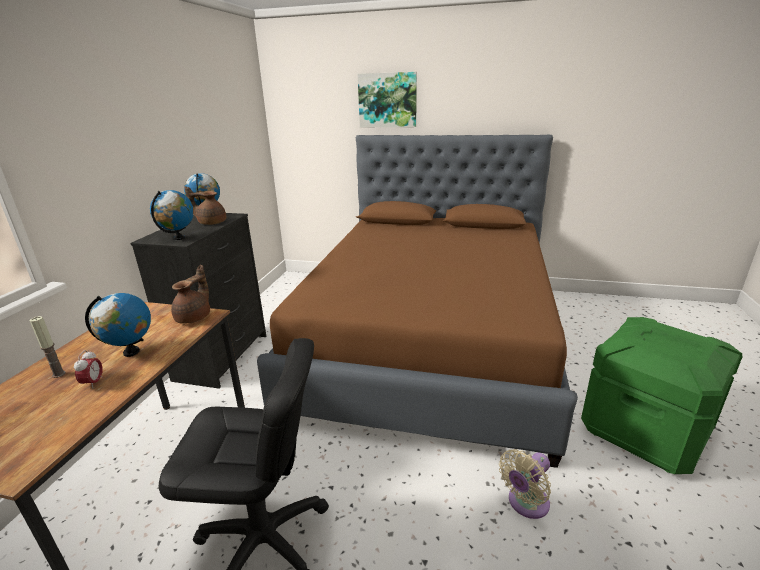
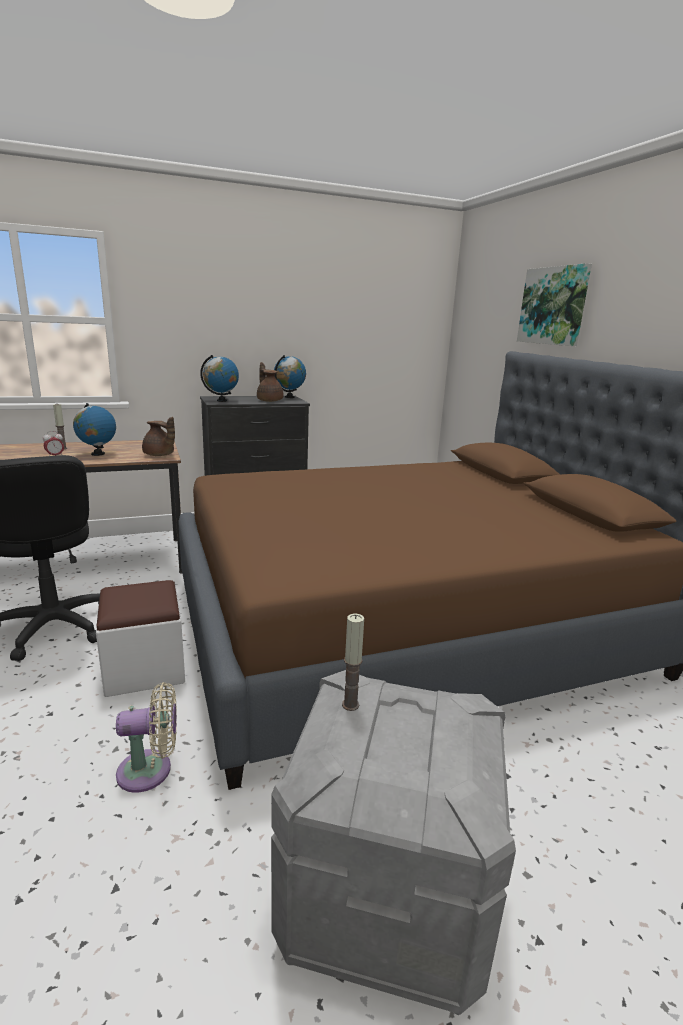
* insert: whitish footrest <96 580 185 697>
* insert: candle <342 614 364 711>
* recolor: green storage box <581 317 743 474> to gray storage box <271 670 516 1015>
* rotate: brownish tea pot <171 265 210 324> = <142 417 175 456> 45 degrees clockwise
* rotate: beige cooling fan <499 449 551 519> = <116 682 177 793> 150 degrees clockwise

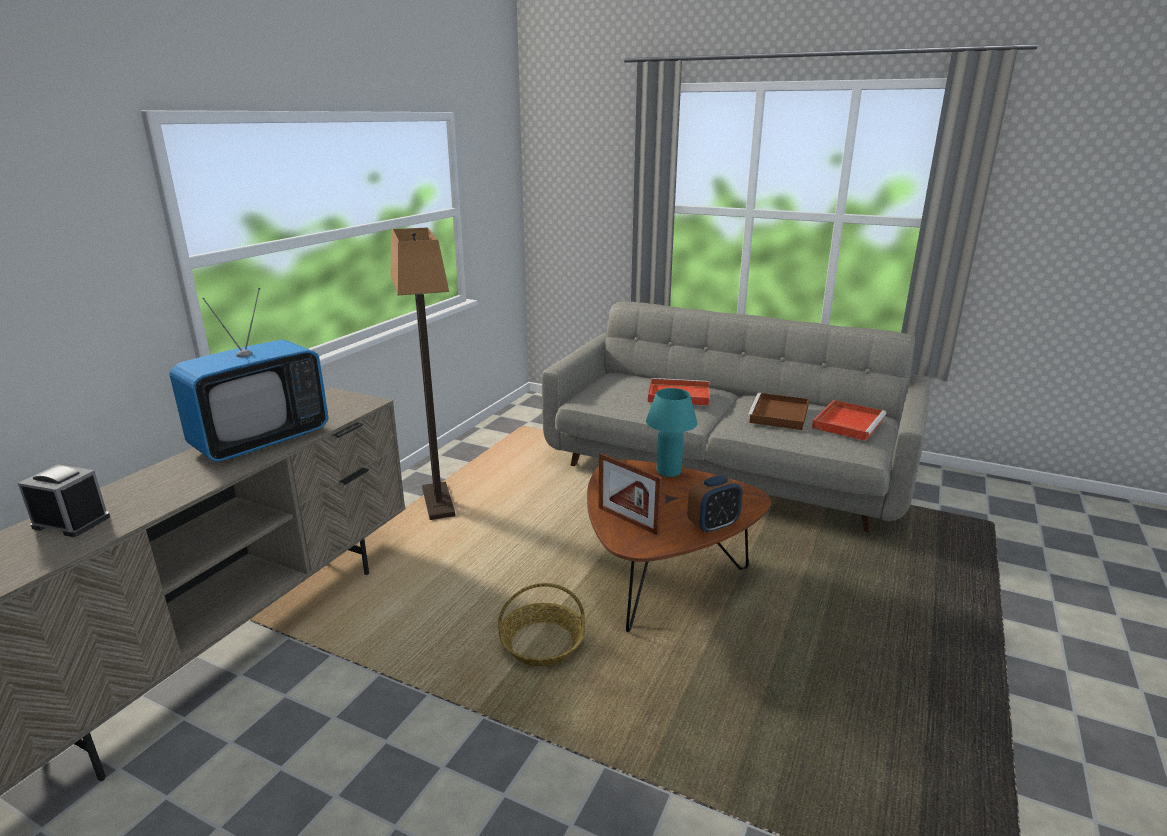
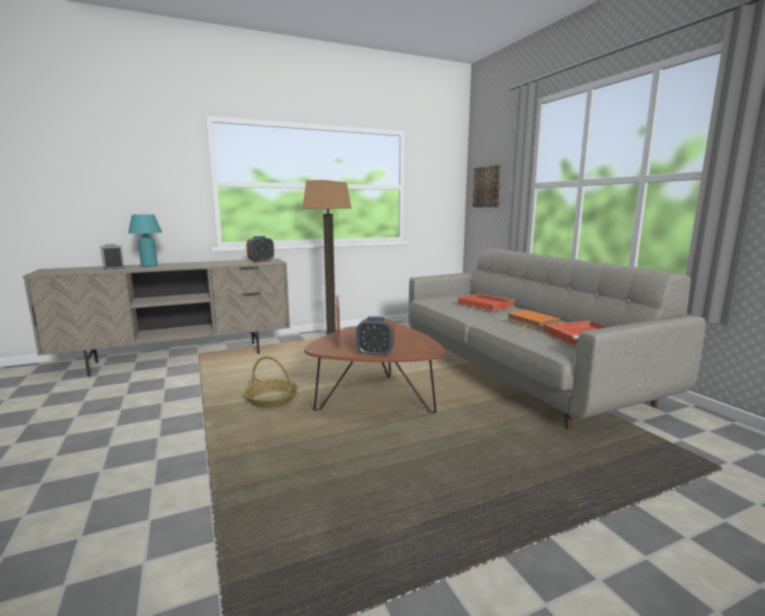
* delete: television <170 288 329 462>
* insert: alarm clock <246 236 274 263>
* insert: wall picture <472 165 502 207>
* move: turquoise-coloured table lamp <646 388 697 477> to <128 214 162 267>
* replace: brownish tray <747 393 809 430> to orange-coloured volume <507 310 560 329>

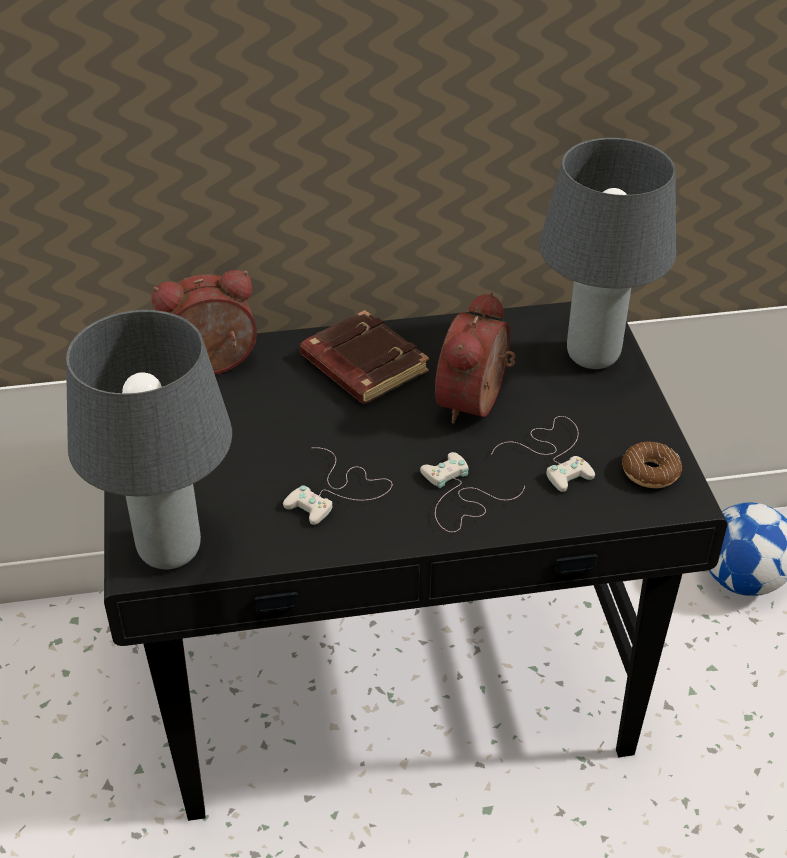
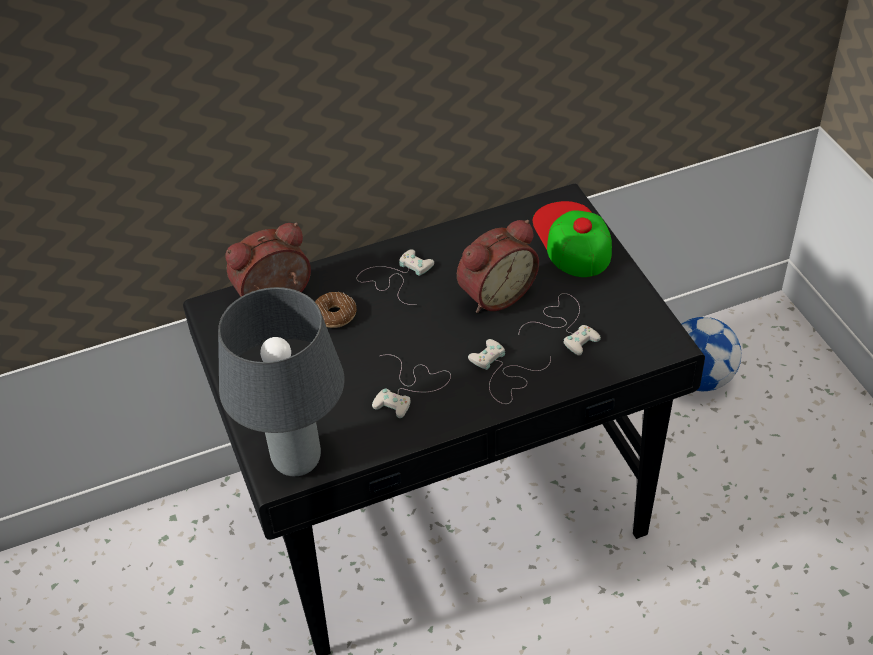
* move: doughnut <622 441 682 488> to <315 292 357 328>
* replace: brownish volume <300 310 429 404> to whitish joypad <357 249 434 305>
* replace: gray table lamp <539 138 676 369> to peaked cap <533 201 612 277>
* rotate: alarm clock <435 291 515 424> = <457 220 539 313> 135 degrees counterclockwise

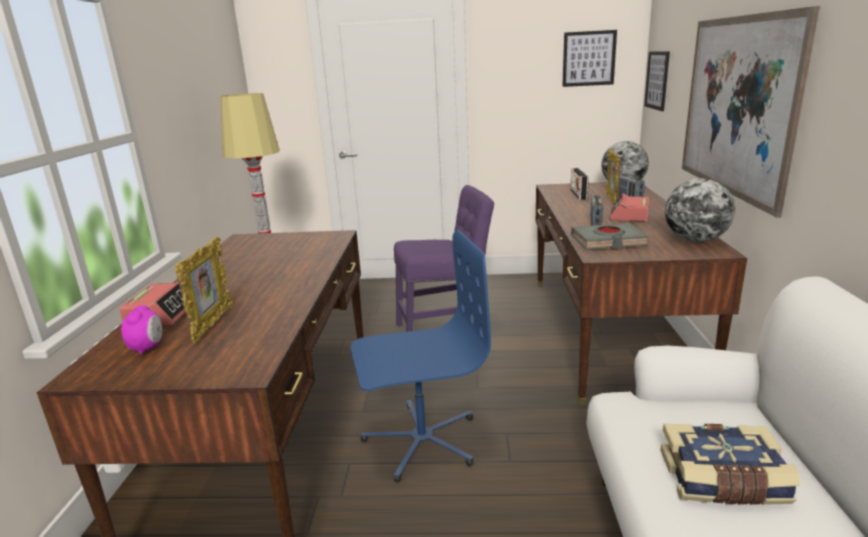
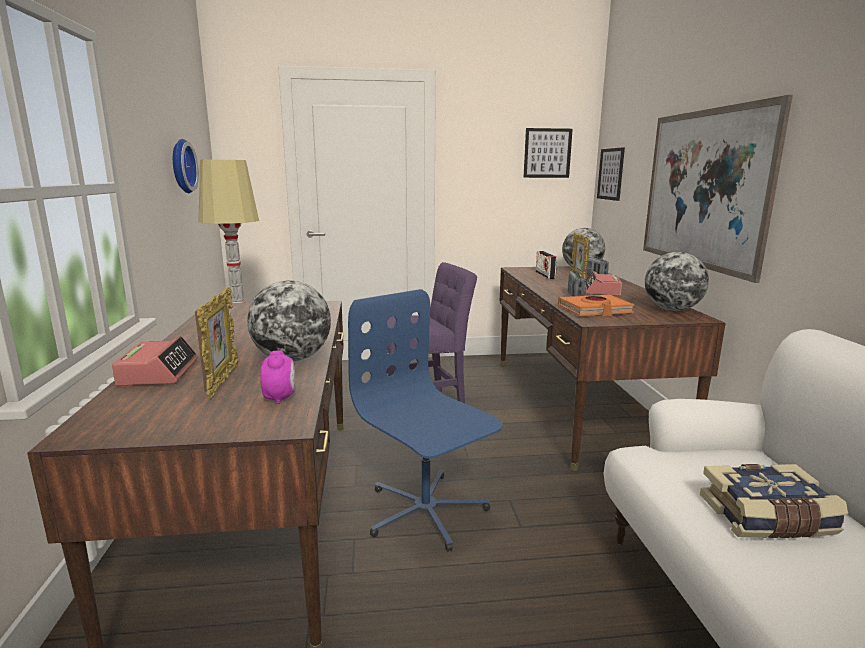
* insert: hanging clock <173 139 199 193>
* insert: globe <247 280 331 361>
* move: alarm clock <121 305 162 355> to <260 350 296 404>
* recolor: gray volume <571 223 649 250> to orange-coloured volume <558 295 634 316>
* rotate: blue computer chair <350 230 491 483> = <348 289 502 552> 105 degrees counterclockwise

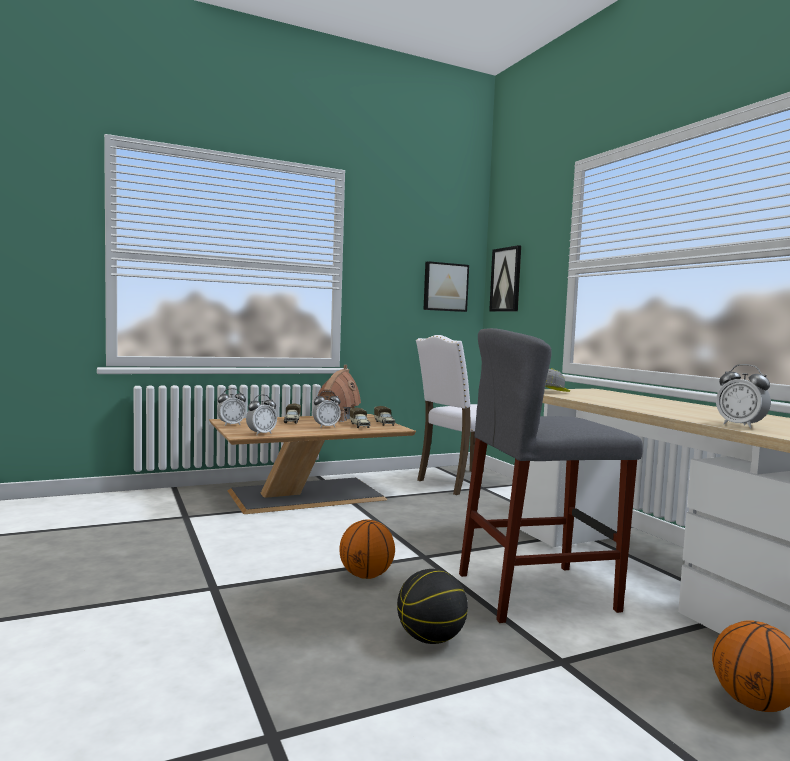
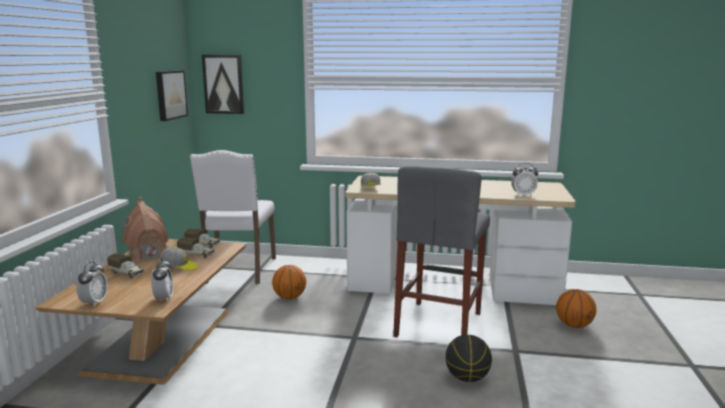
* move: ball for basketball <339 519 395 579> to <272 265 306 300>
* replace: alarm clock <313 391 341 428> to peaked cap <159 247 198 270>

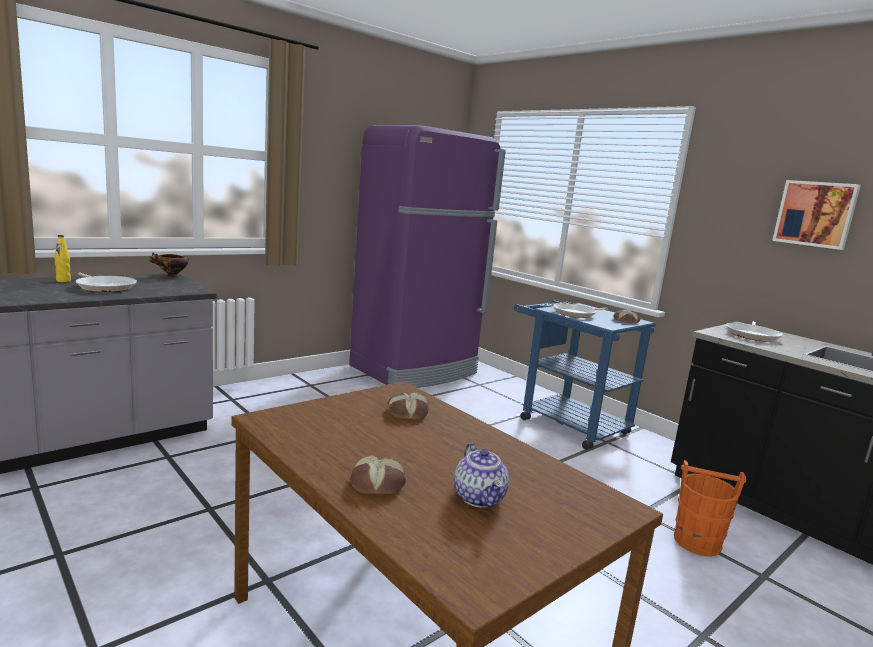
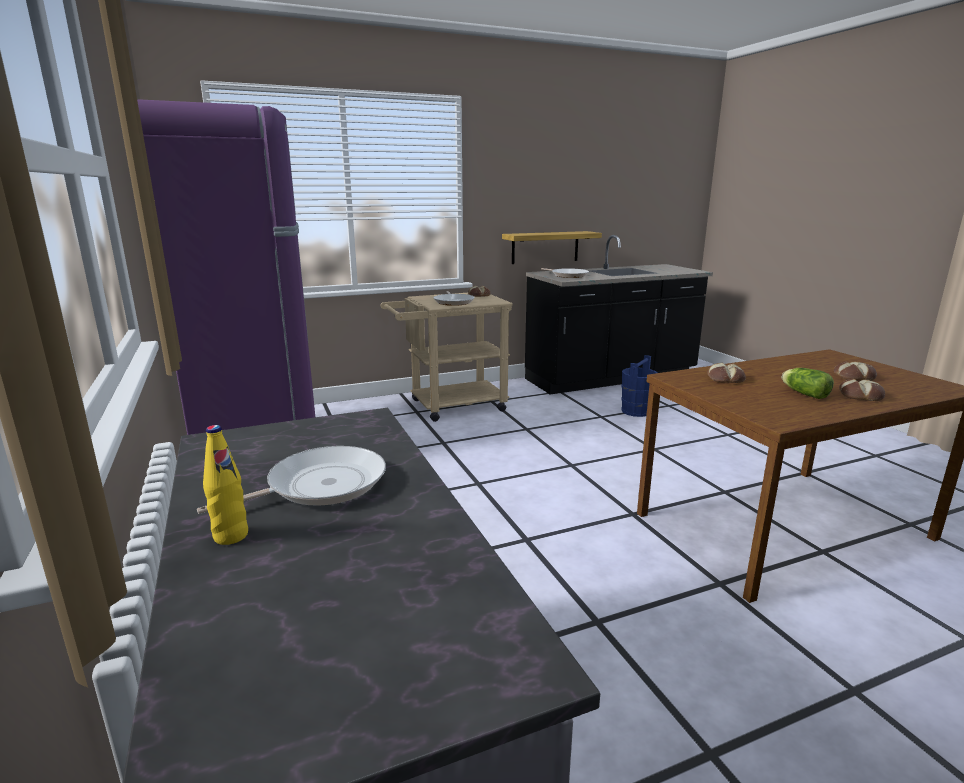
* delete: serving bowl <150 253 189 277>
* delete: wall picture <772 180 861 250>
* insert: wall shelf <502 231 602 264>
* insert: head of lettuce <782 368 834 399>
* replace: tea pot <454 443 509 507> to bread <834 362 877 380>
* recolor: blue cart <514 301 656 450> to beige cart <380 293 513 422>
* recolor: orange-coloured water bucket <674 460 746 557> to blue water bucket <621 355 657 417>

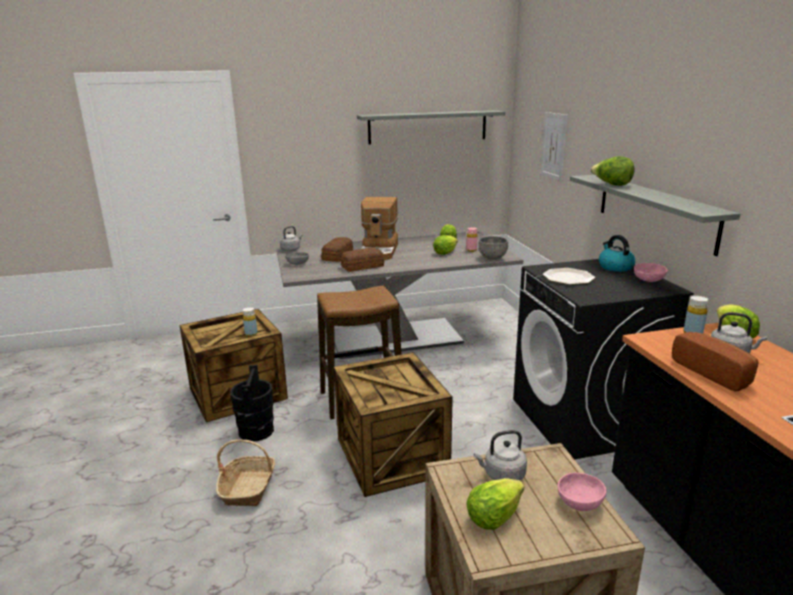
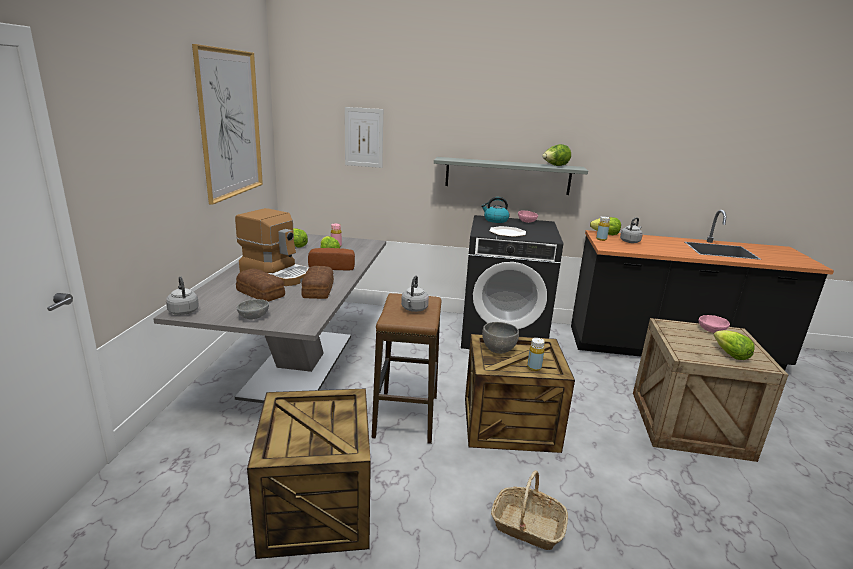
* delete: black-coloured water bucket <230 365 274 442>
* move: yellow drink bottle <243 307 258 336> to <527 338 545 371>
* move: gray tea kettle <474 430 527 480> to <401 276 429 312>
* move: gray serving bowl <478 236 508 260> to <482 322 519 354>
* move: head of lettuce <591 156 634 186> to <542 144 571 166>
* move: bread <672 332 759 392> to <308 248 355 271>
* replace: gray wall shelf <357 110 505 144> to wall picture <192 44 263 205>

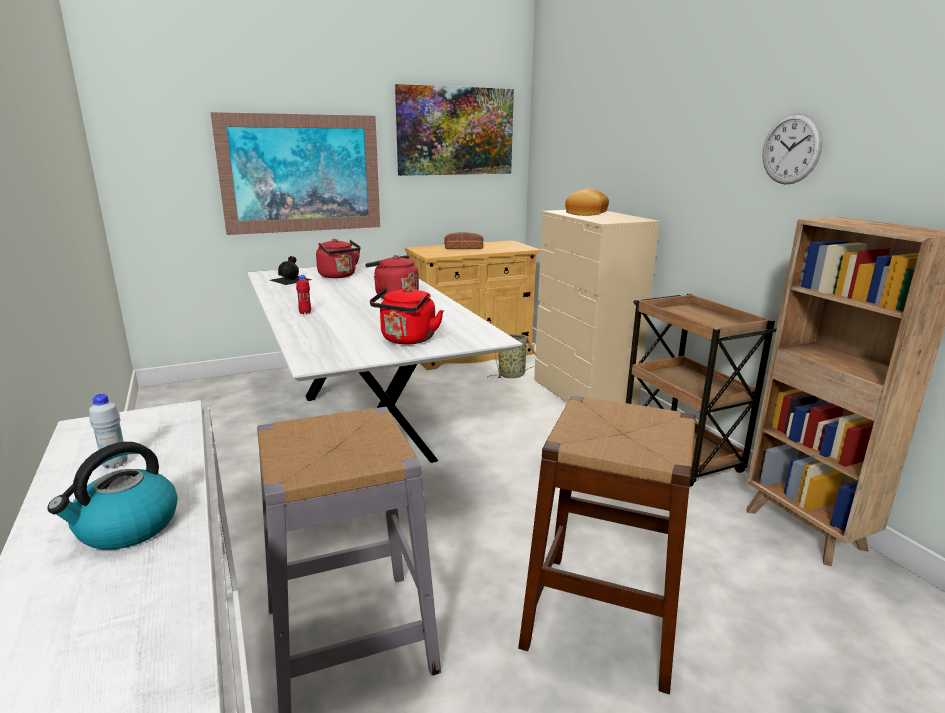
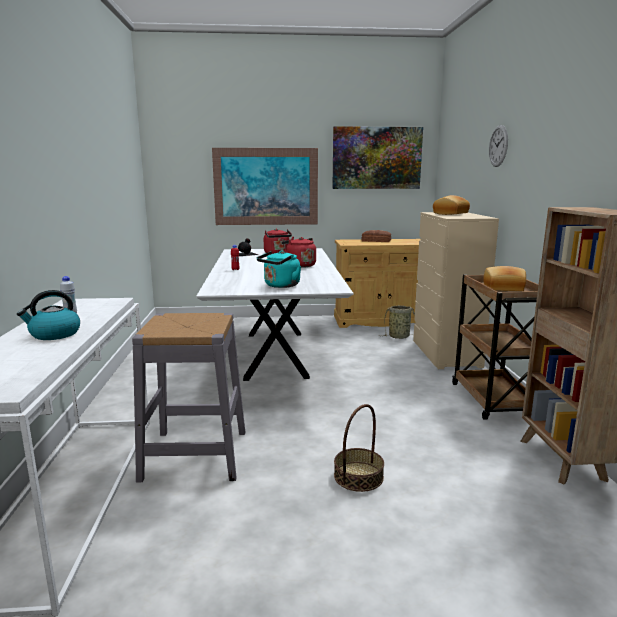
* insert: bread <483 266 526 291>
* move: hanging clock <762 113 823 184> to <489 125 508 167>
* replace: brownish stool <518 396 696 694> to household basket <334 404 384 492>
* recolor: reddish tea kettle <370 287 443 344> to turquoise-coloured tea kettle <257 251 301 288>

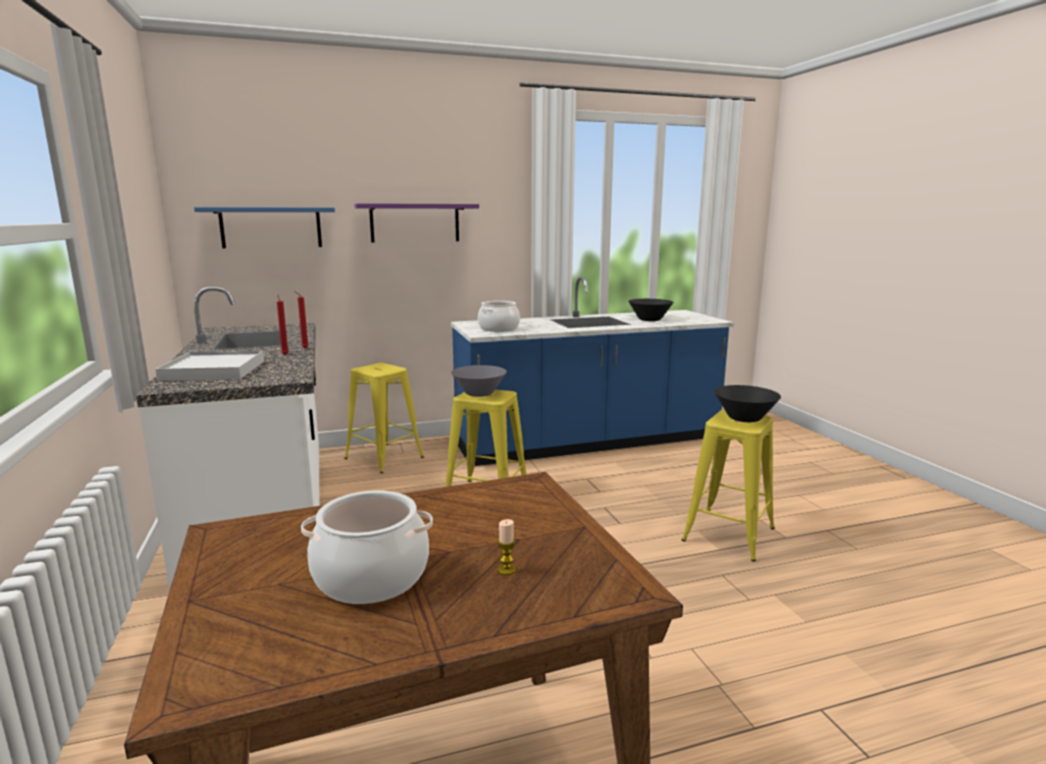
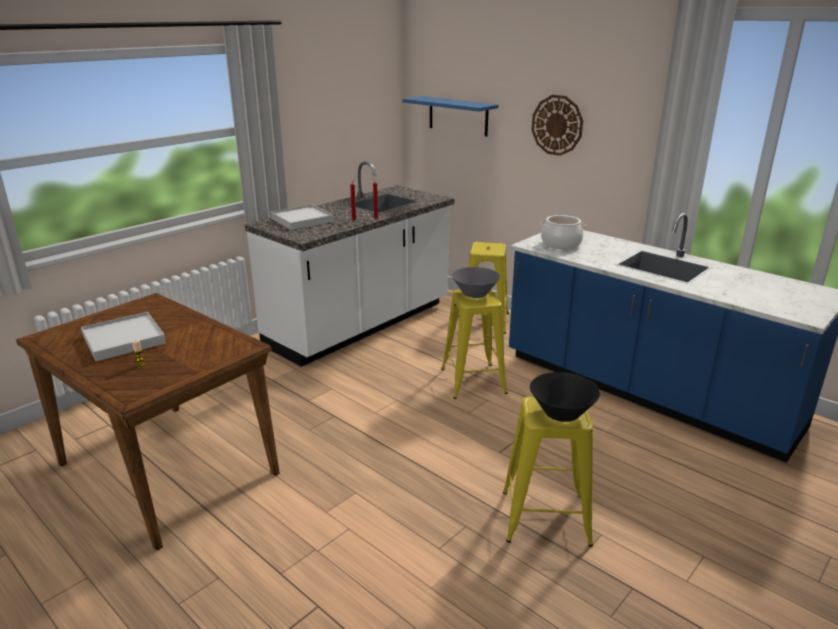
* delete: black-coloured serving bowl <628 299 674 321>
* replace: stockpot <301 490 433 604> to whitish tray <81 312 166 361>
* replace: purplish wall shelf <355 203 479 242> to hanging clock <532 95 583 156>

